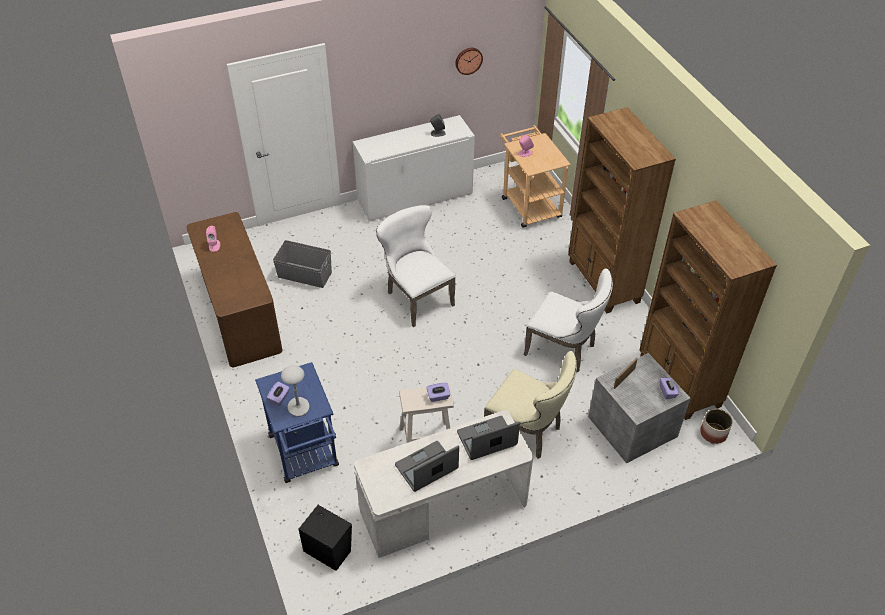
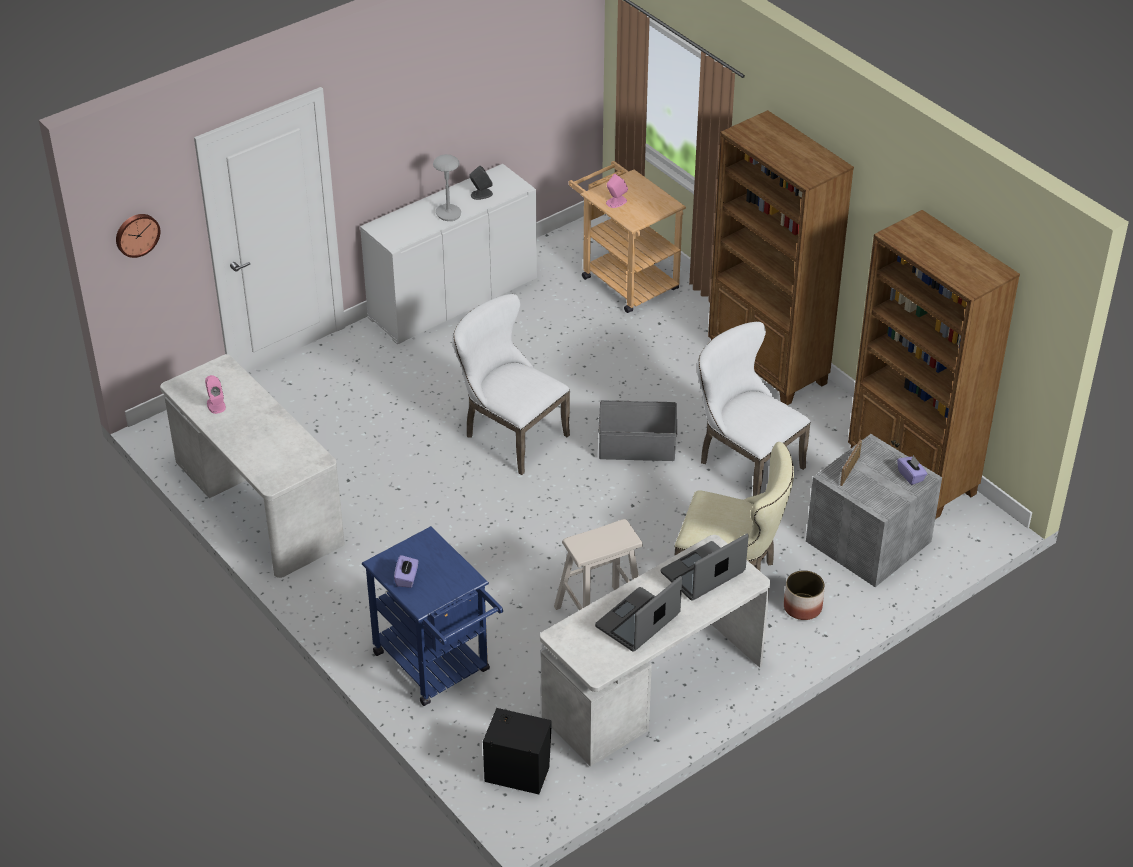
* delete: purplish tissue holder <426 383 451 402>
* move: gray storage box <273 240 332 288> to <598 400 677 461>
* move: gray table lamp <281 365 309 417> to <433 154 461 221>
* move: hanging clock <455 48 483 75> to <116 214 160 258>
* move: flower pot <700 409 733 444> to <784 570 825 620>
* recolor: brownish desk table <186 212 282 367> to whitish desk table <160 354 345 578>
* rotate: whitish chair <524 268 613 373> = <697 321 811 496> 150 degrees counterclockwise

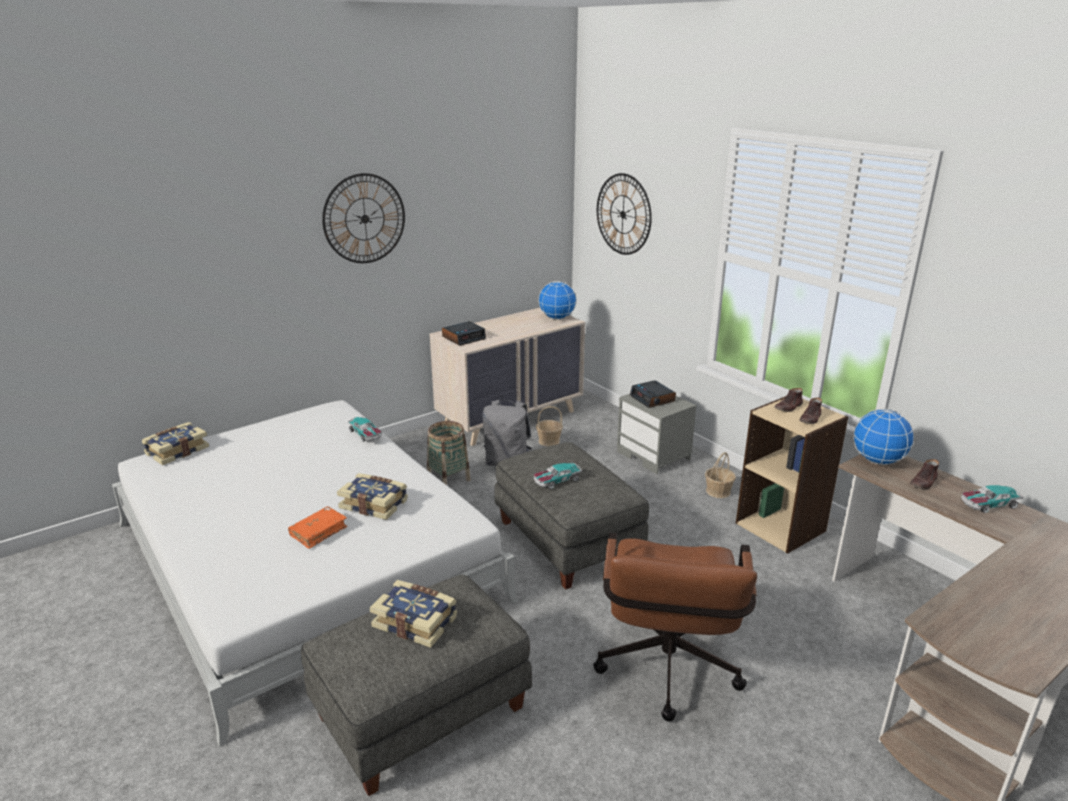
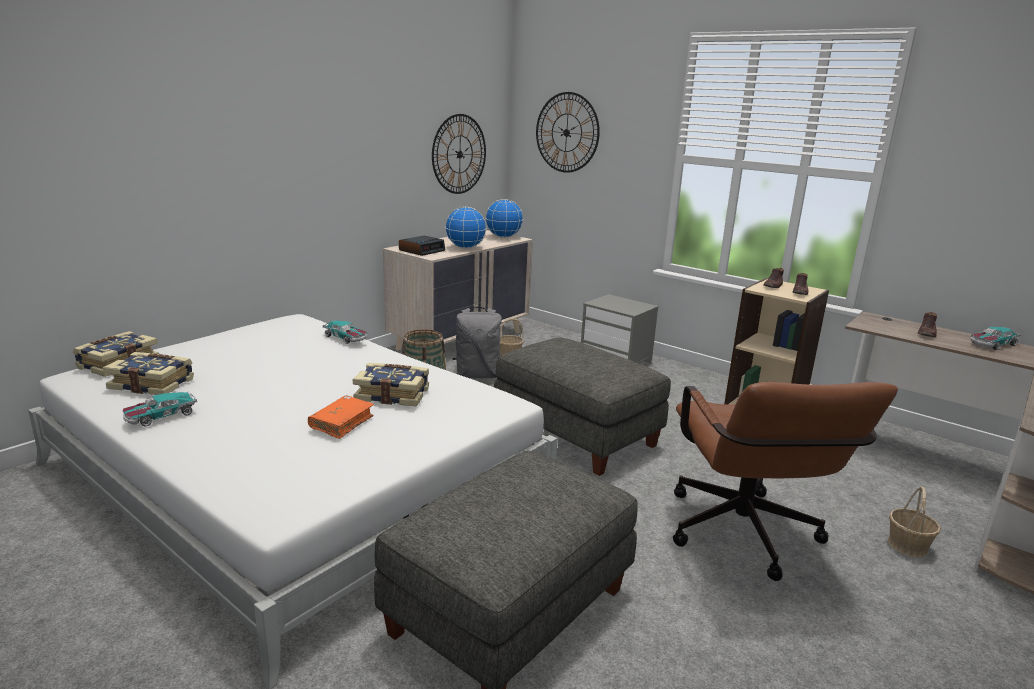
* delete: alarm clock <630 380 676 408>
* move: hanging clock <322 173 405 263> to <432 114 486 194>
* move: volume <370 580 457 648> to <103 352 194 395>
* move: toy car <534 462 582 489> to <122 392 197 427>
* move: household basket <705 452 736 498> to <888 486 941 557>
* move: globe <853 409 915 465> to <445 207 487 248>

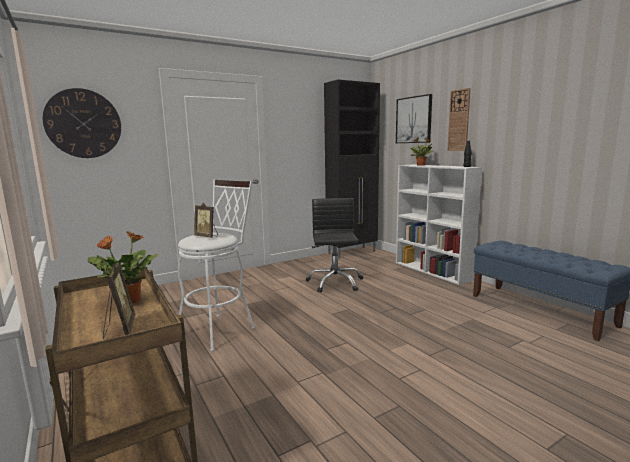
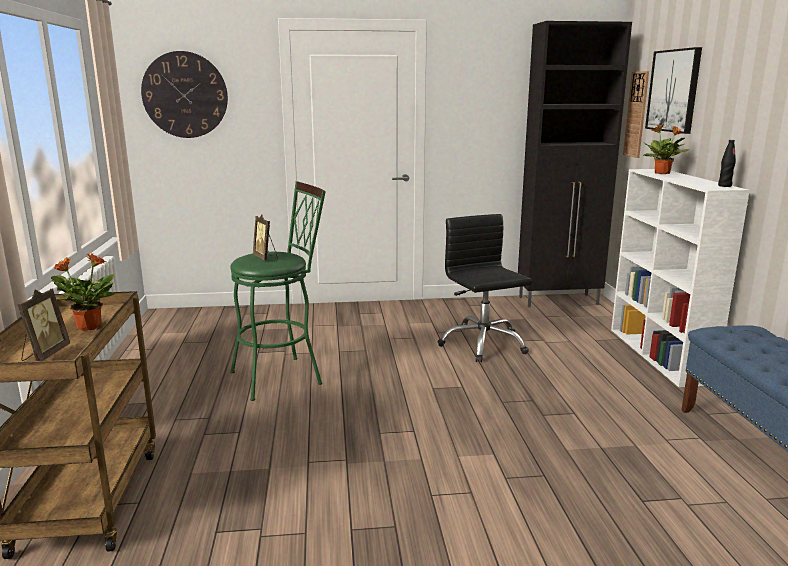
* move: hanging clock <447 88 471 151> to <623 71 649 158>
* recolor: whitish stool <178 180 255 351> to green stool <230 181 326 401>
* rotate: black-coloured computer chair <306 198 363 292> = <438 214 532 362> 45 degrees counterclockwise

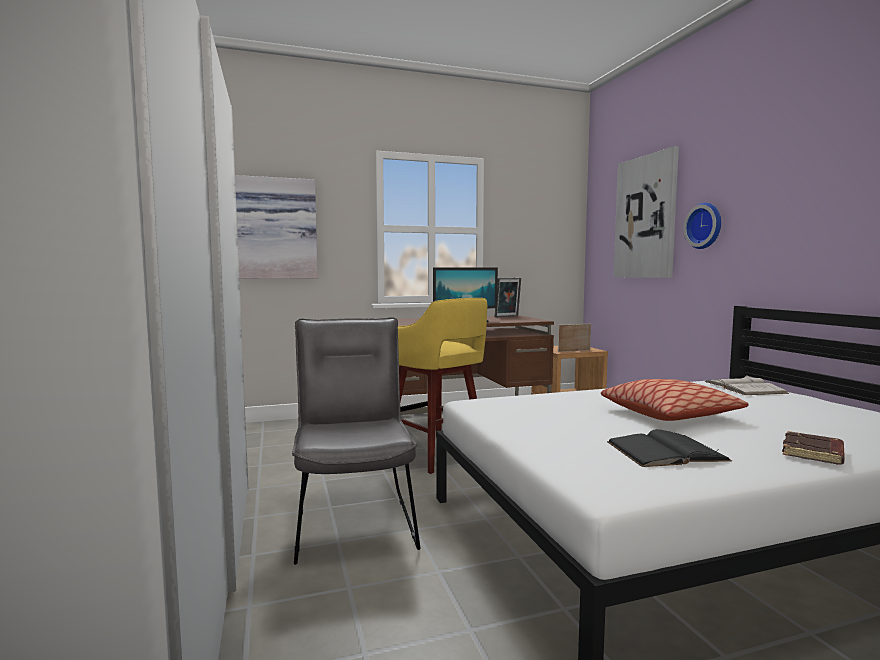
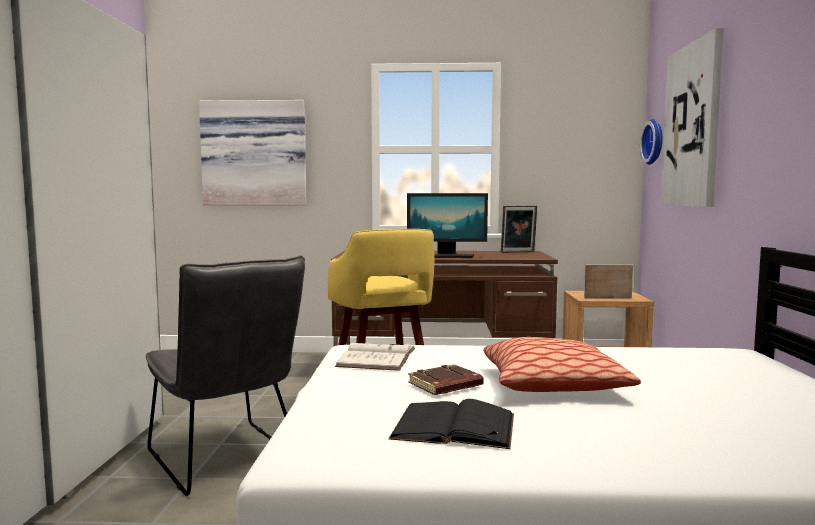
* move: hanging clock <683 203 721 249> to <640 119 663 165>
* move: whitish volume <704 375 789 395> to <335 341 415 371>
* move: brownish volume <782 431 845 465> to <408 364 484 395>
* rotate: gray chair <292 317 420 565> = <146 255 305 496> 135 degrees clockwise

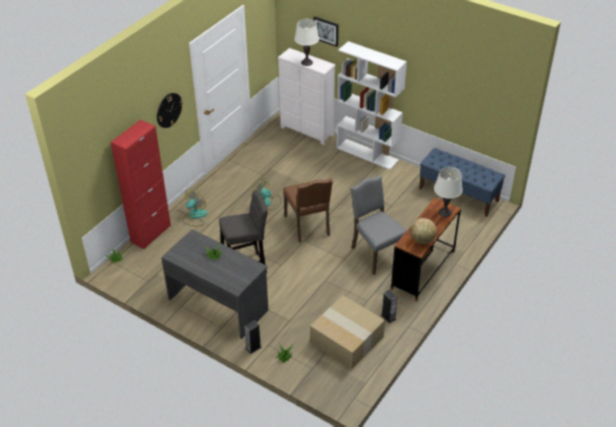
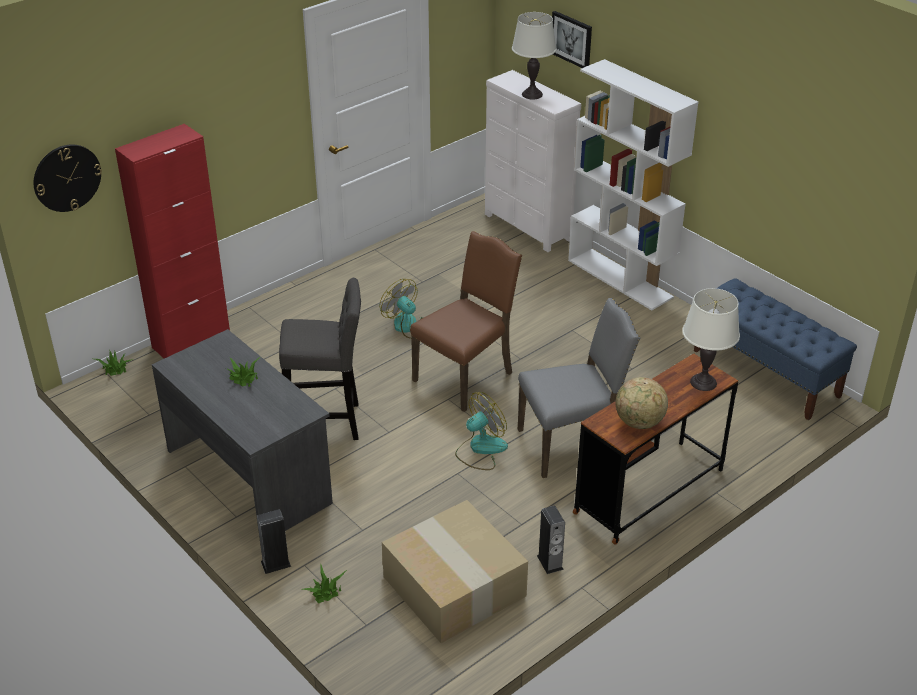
* move: hanging clock <157 93 183 128> to <34 144 102 212>
* move: cooling fan <183 189 208 226> to <455 392 508 470>
* rotate: brownish chair <283 179 333 243> = <410 231 522 412> 135 degrees counterclockwise
* rotate: gray chair <350 175 407 275> = <518 298 641 478> 90 degrees clockwise

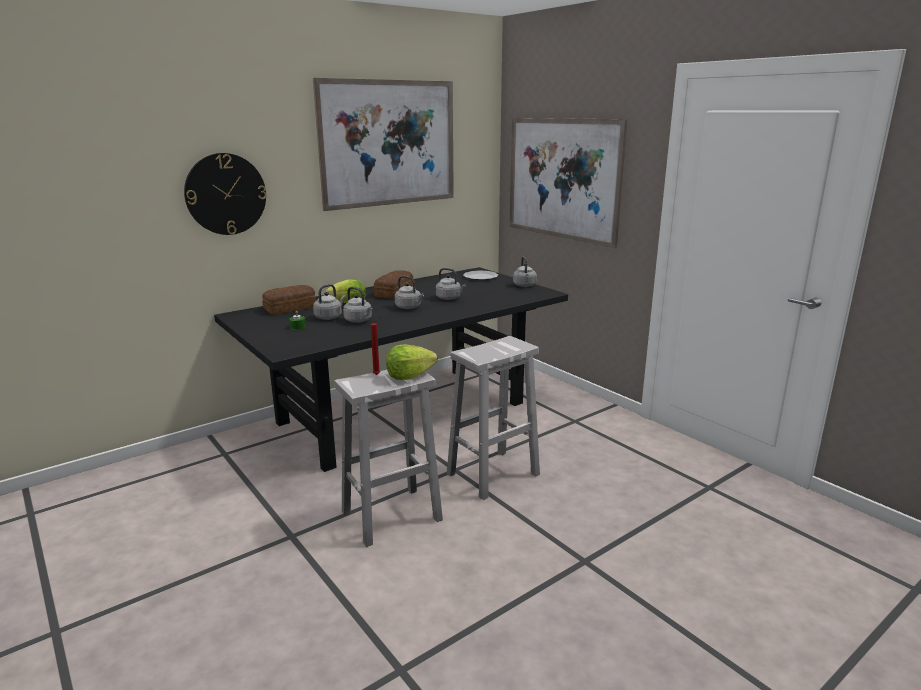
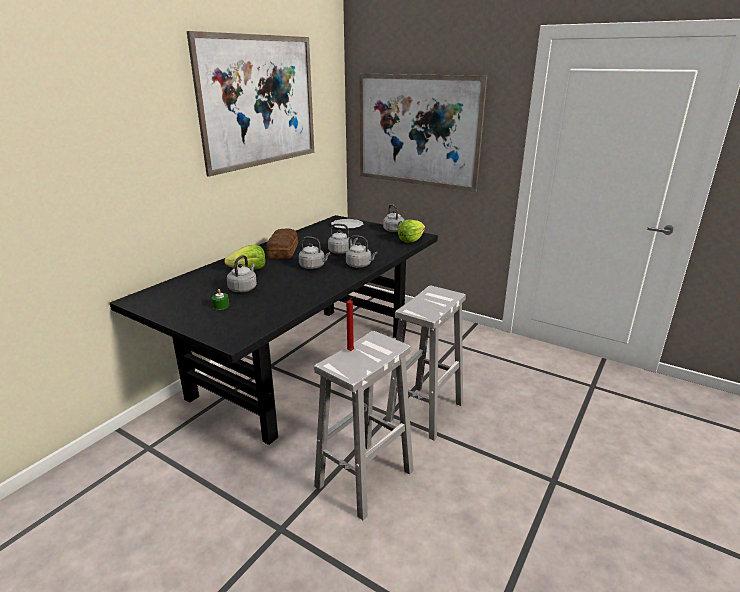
* delete: hanging clock <184 153 267 235>
* delete: bread <262 285 317 315>
* move: gray tea kettle <343 287 372 323> to <346 235 377 268>
* move: head of lettuce <386 344 437 380> to <398 220 425 243>

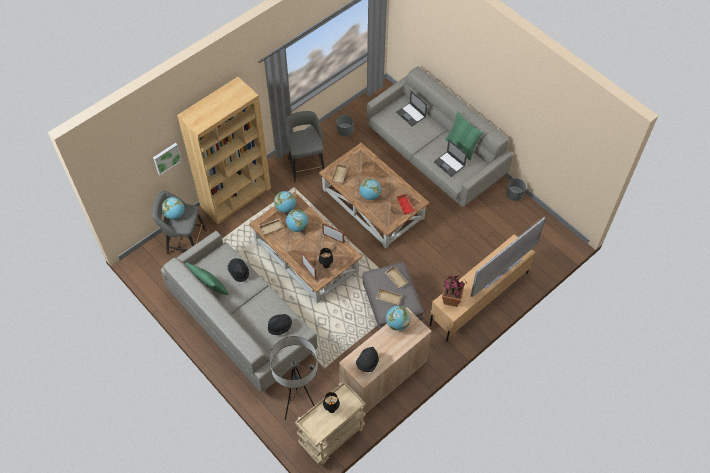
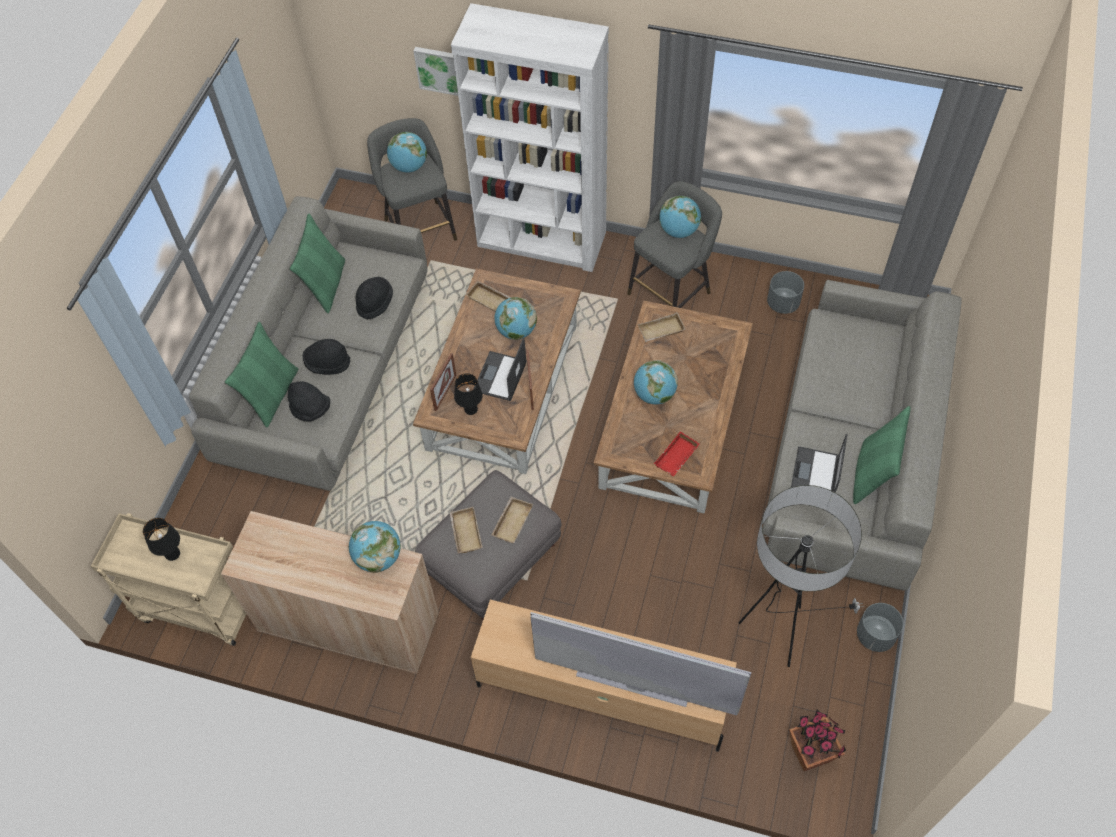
* insert: green pillow <225 322 298 428>
* move: standard lamp <269 336 318 420> to <738 485 864 667>
* move: globe <274 191 296 213> to <659 196 701 238>
* move: black-coloured clothing hat <356 347 379 372> to <302 339 350 375>
* move: laptop <396 91 427 126> to <474 337 527 401>
* move: potted plant <442 274 467 307> to <789 710 846 771>
* recolor: brownish bookcase <177 77 271 224> to whitish bookcase <451 3 609 272>

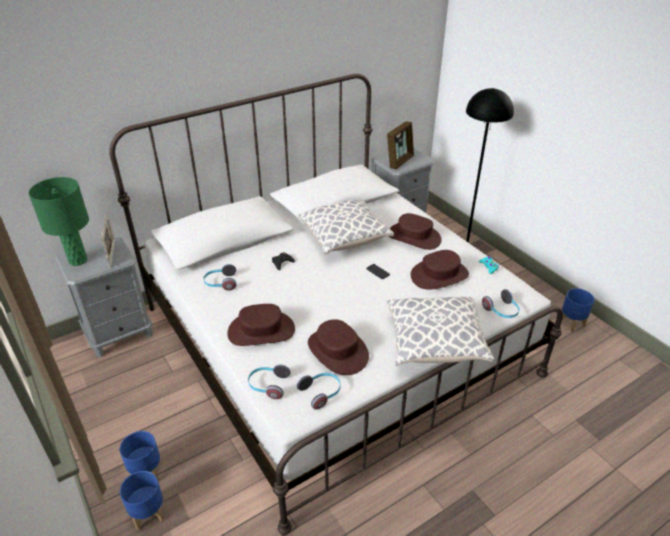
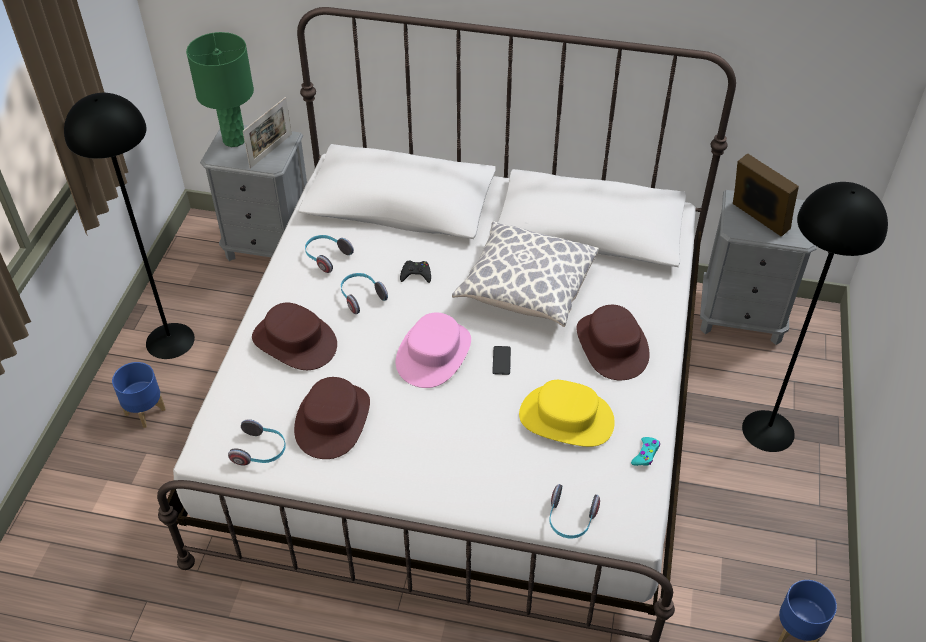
* delete: blue flower pot <120 471 164 530>
* delete: pillow <387 297 494 366>
* insert: black-coloured standard lamp <64 93 195 359>
* insert: pinkish clothing hat <396 313 471 388>
* move: headphones <248 364 291 399> to <341 273 388 314>
* recolor: brownish clothing hat <411 250 469 289> to yellow clothing hat <519 380 615 447>
* rotate: standing frame <387 122 414 169> = <733 153 799 236> 120 degrees counterclockwise

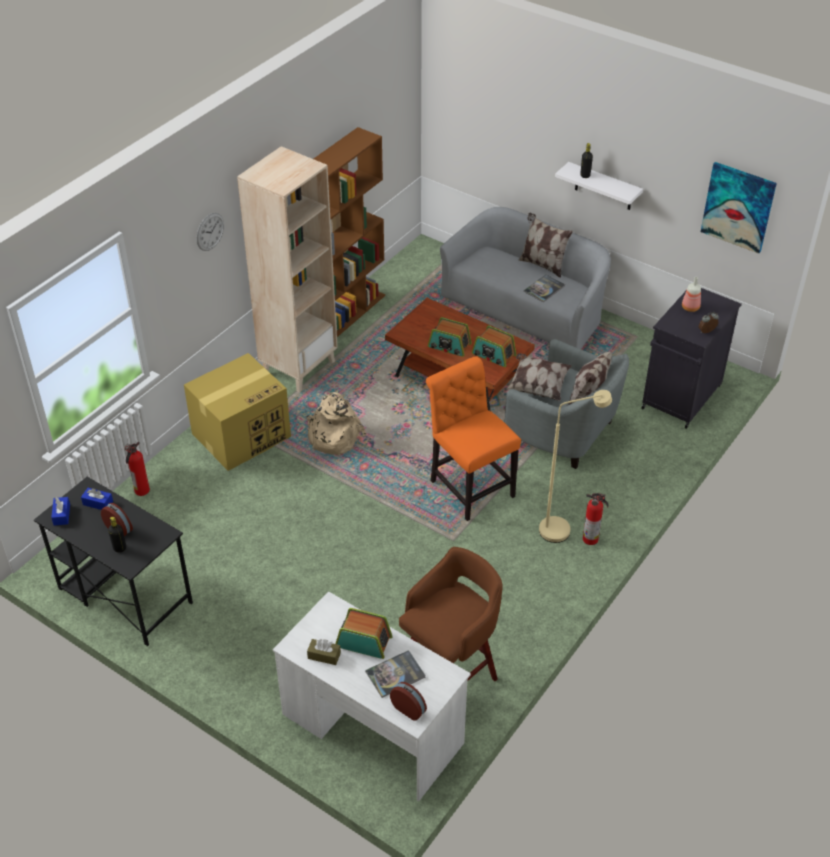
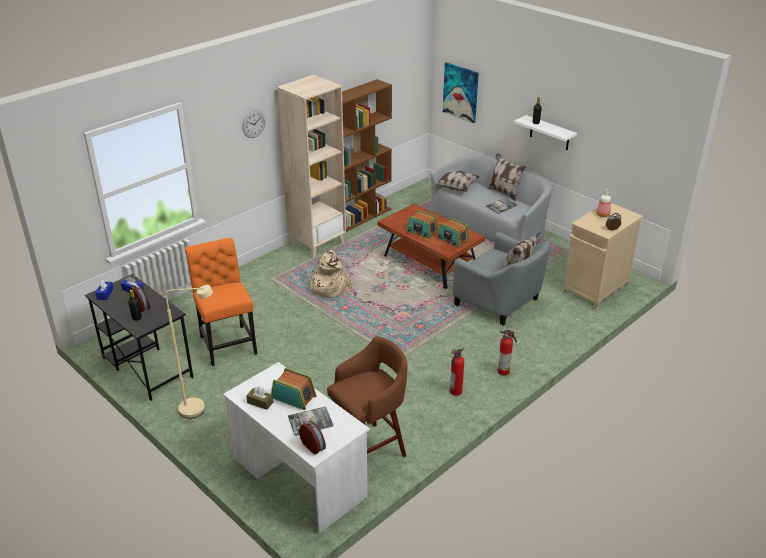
* delete: cardboard box <184 353 291 471>
* move: fire-fighting cylinder <125 442 150 496> to <450 348 464 396>
* move: orange-coloured chair <426 356 521 521> to <185 238 257 366>
* move: pillow <506 353 572 401> to <434 170 480 192>
* move: beige standard lamp <539 390 612 543> to <165 285 213 419>
* move: wall picture <701 162 777 254> to <443 62 479 123>
* recolor: black-coloured storage cabinet <641 288 742 429> to beige storage cabinet <563 203 643 309>

